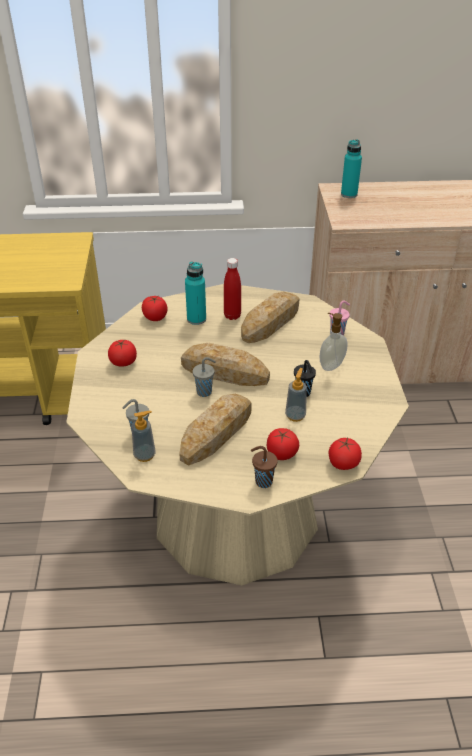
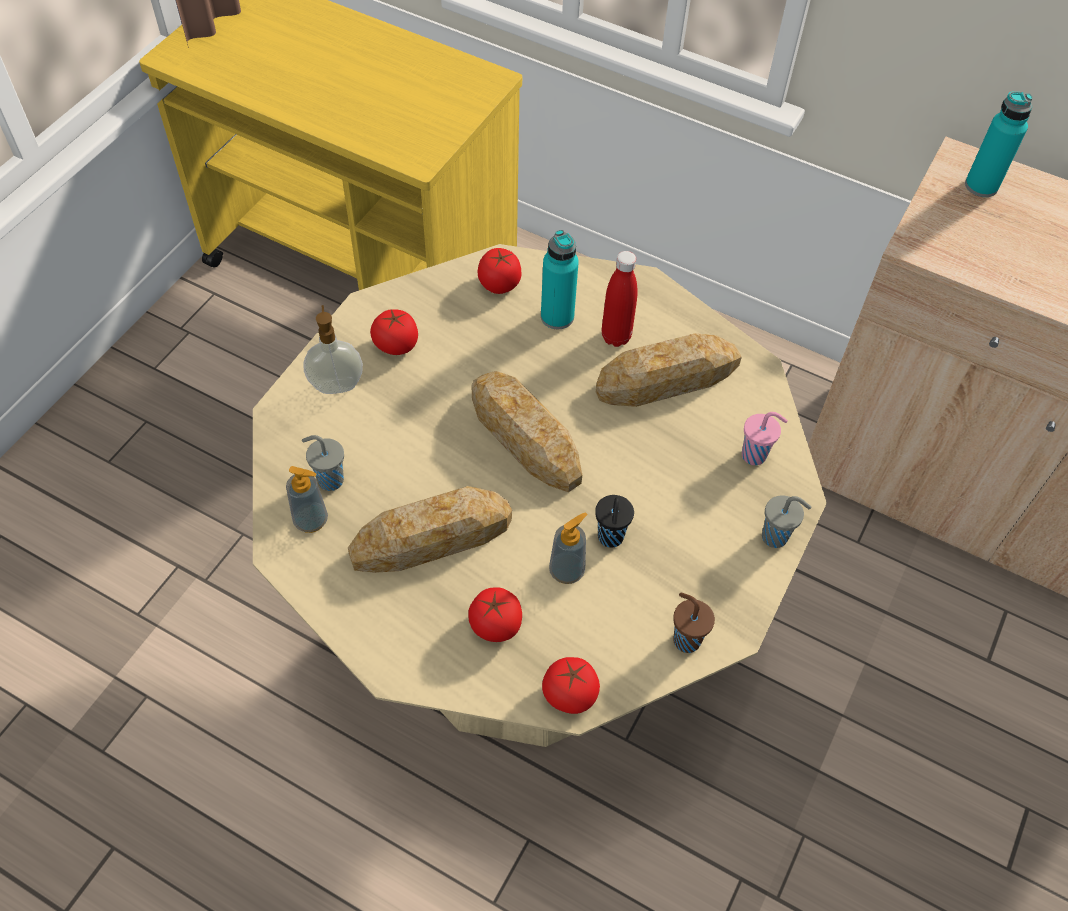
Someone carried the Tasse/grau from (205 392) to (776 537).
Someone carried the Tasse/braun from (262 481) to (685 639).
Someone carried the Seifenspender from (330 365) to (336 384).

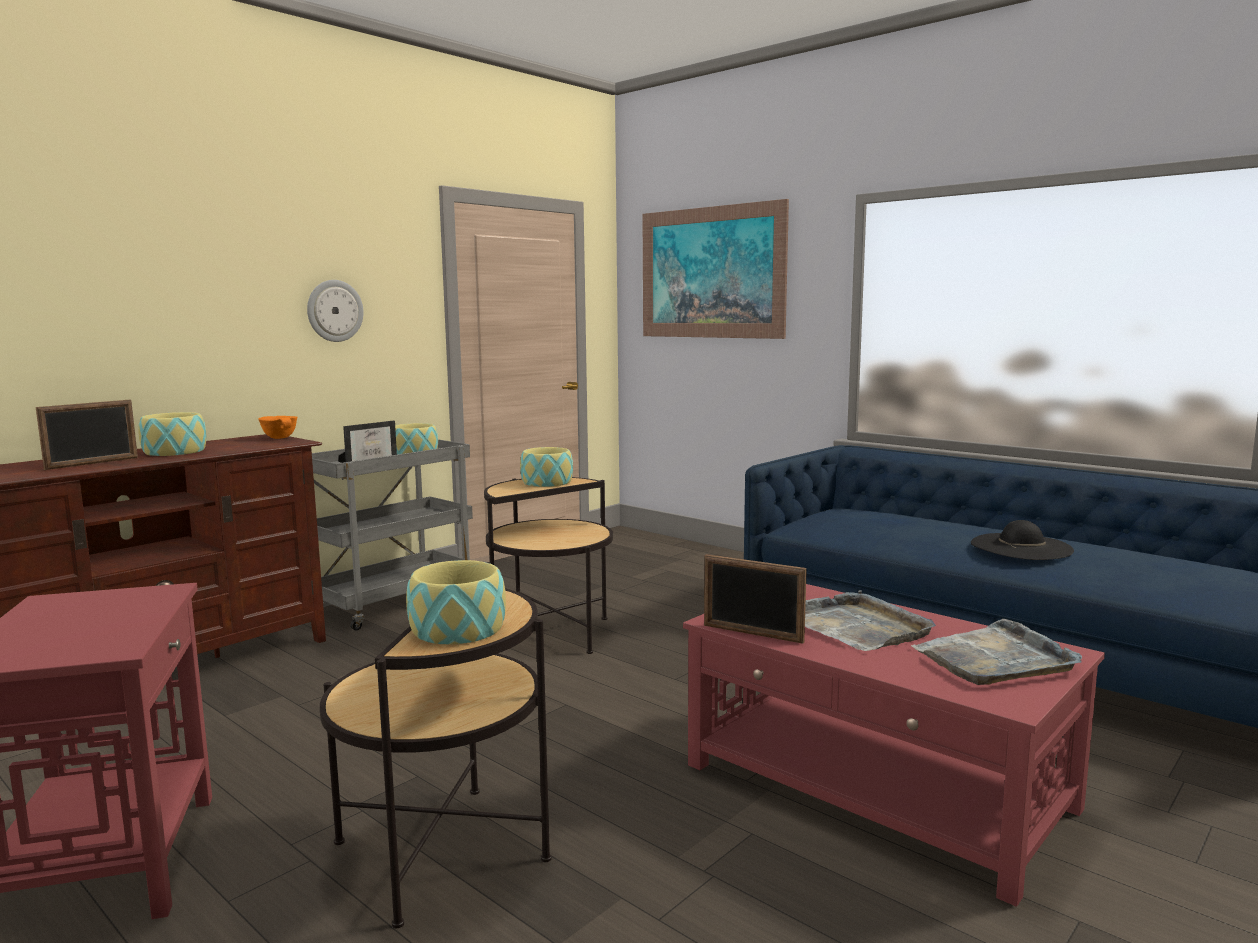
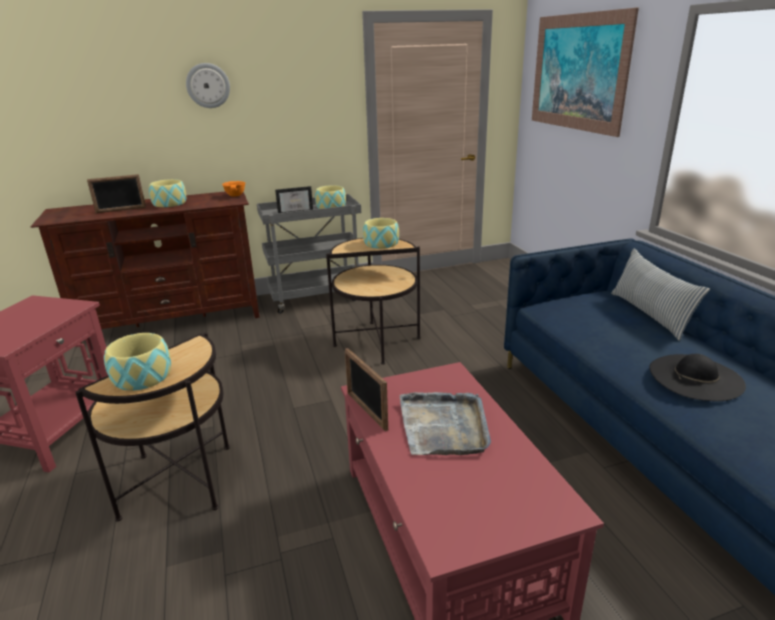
Someone took away the Tablett/grau at (994 659).
Someone put down the Kissen at (650 314).
Someone carried the Wanduhr from (334 311) to (208 85).

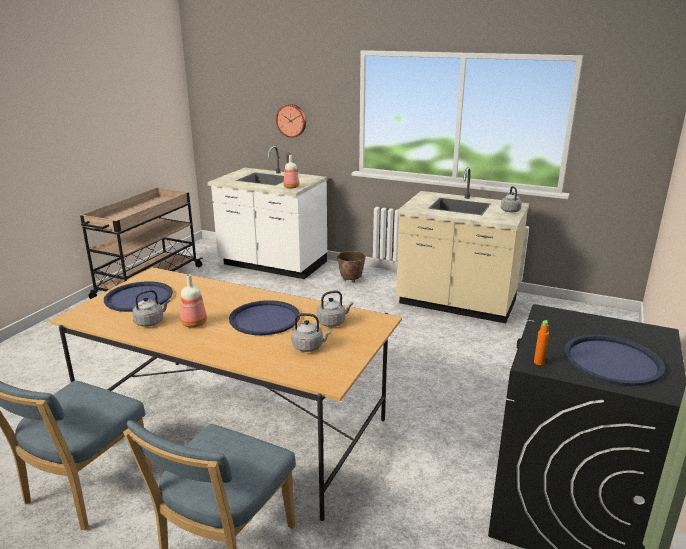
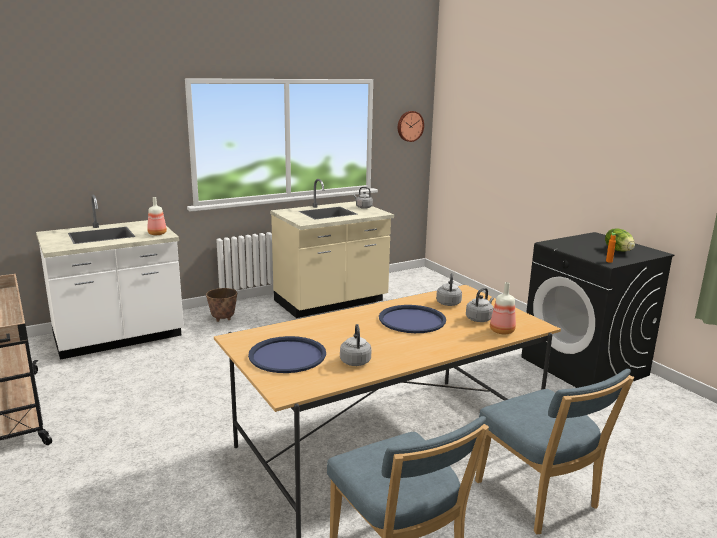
Someone carried the Flasche from (193 323) to (501 331).
Someone carried the Wanduhr from (291 120) to (409 126).
Someone swapped the Tablett/blau at (612 360) for the Salatkopf at (618 250).

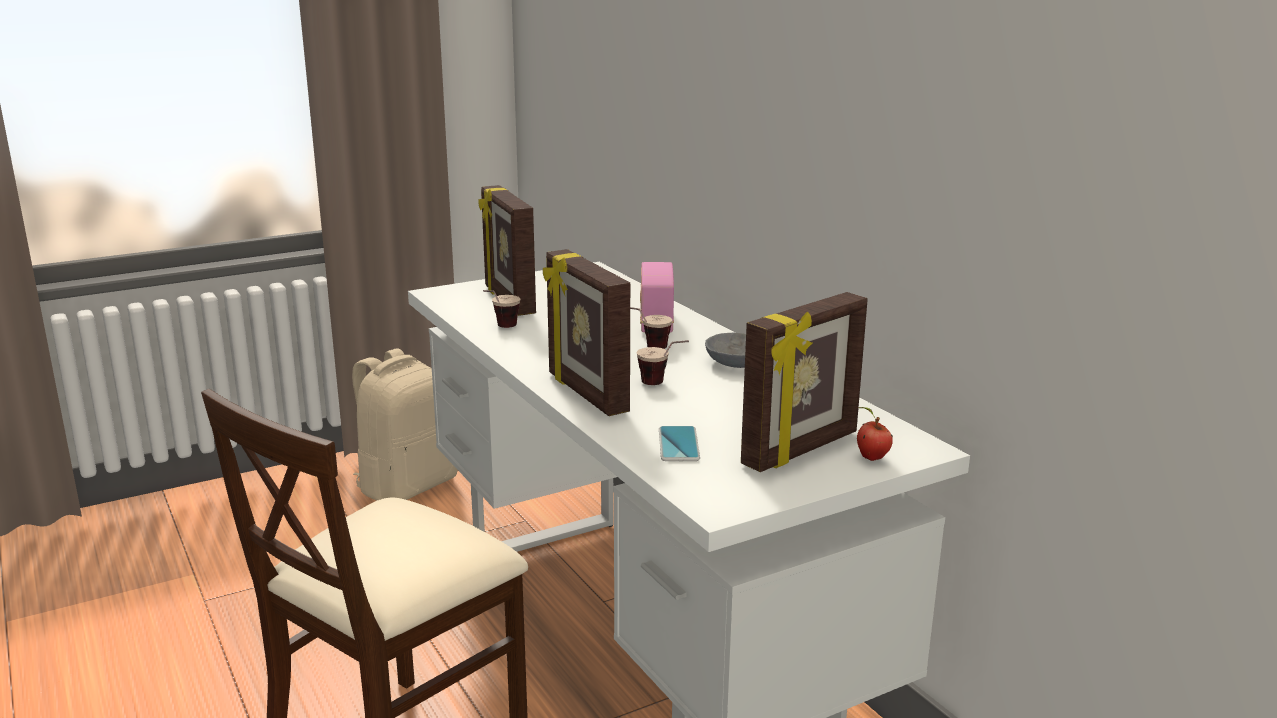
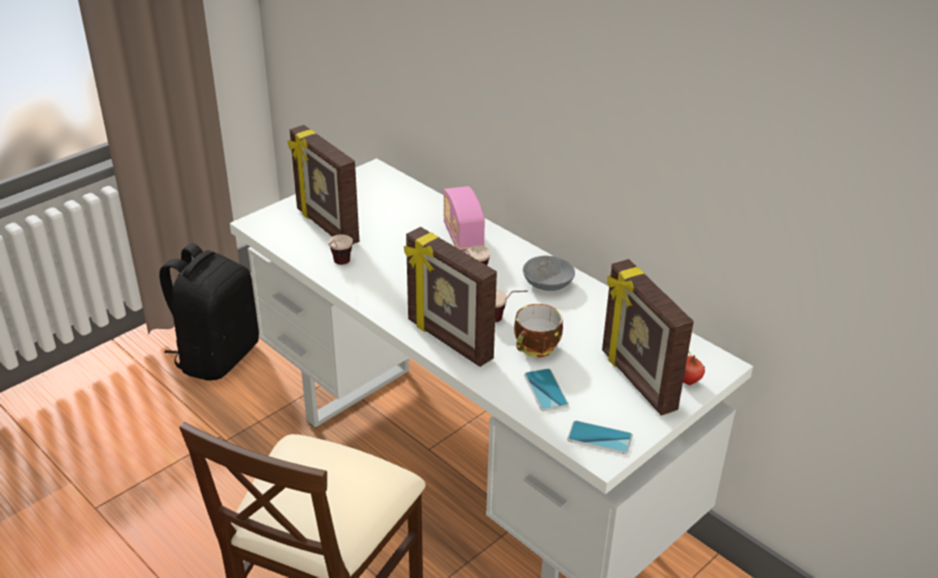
Someone put down the Tasse at (536 349).
Someone put down the Handy at (599 438).
Someone repainted the Rucksack/beige at (407 485), which became the Rucksack/schwarz at (217 356).
Someone rotated the Bilderrahmen at (802 450) by 120 degrees clockwise.

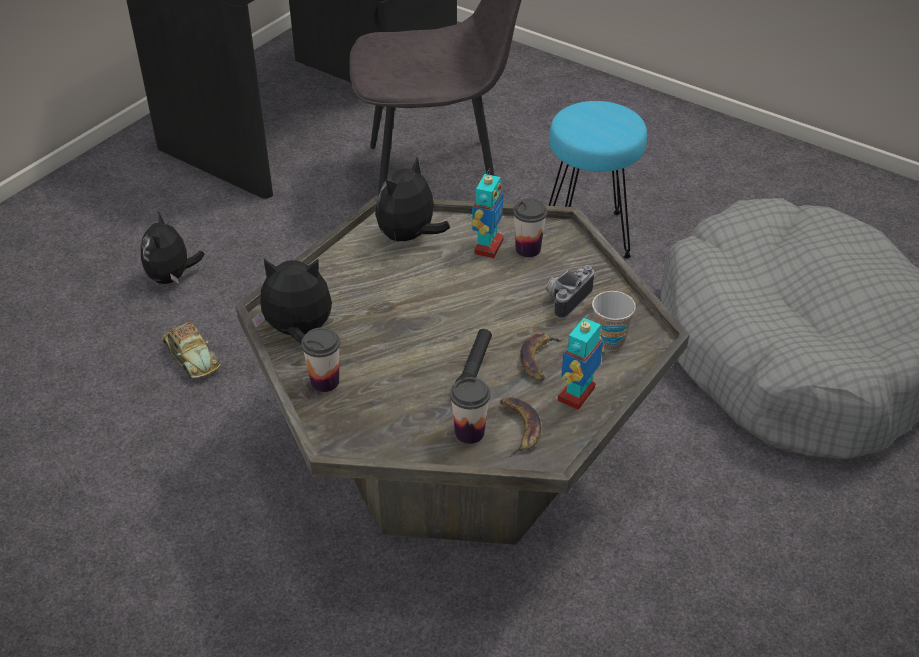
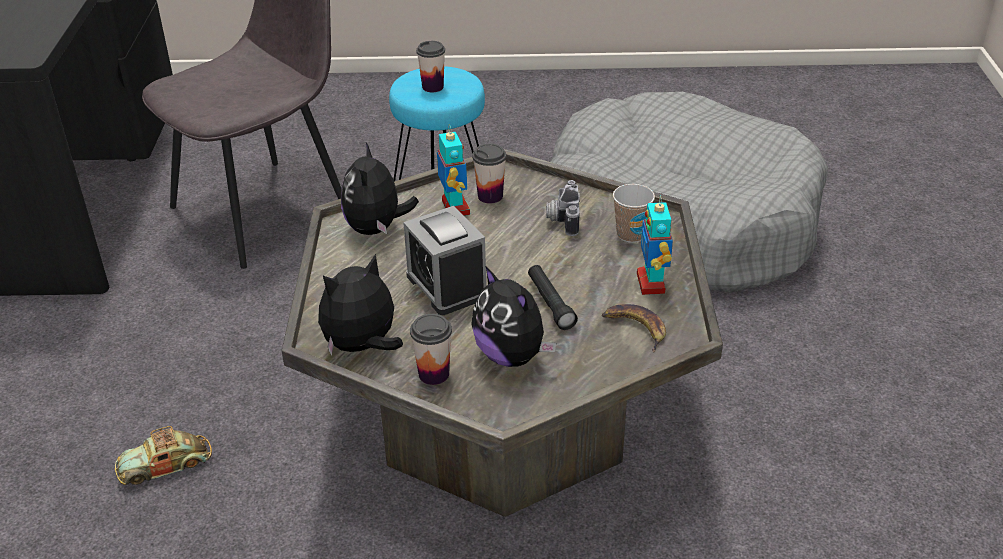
Someone took away the Banane at (539 359).
Someone put down the Wecker at (447 286).
Someone carried the Plüschtier from (172 277) to (512 355).
Someone carried the Tasse from (469 432) to (433 87).
Someone rotated the Spielzeugauto at (191 356) by 135 degrees clockwise.

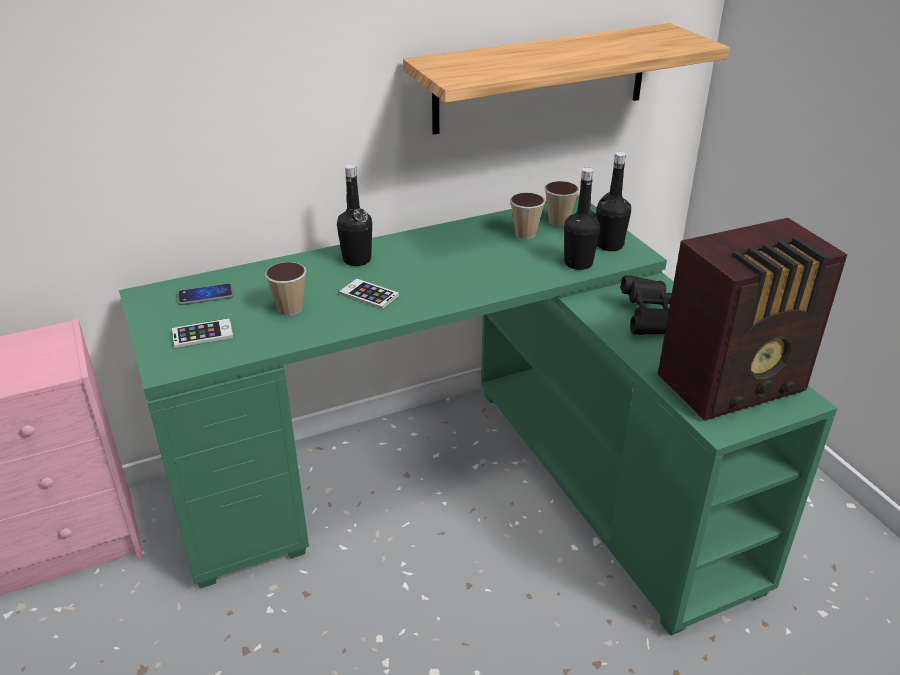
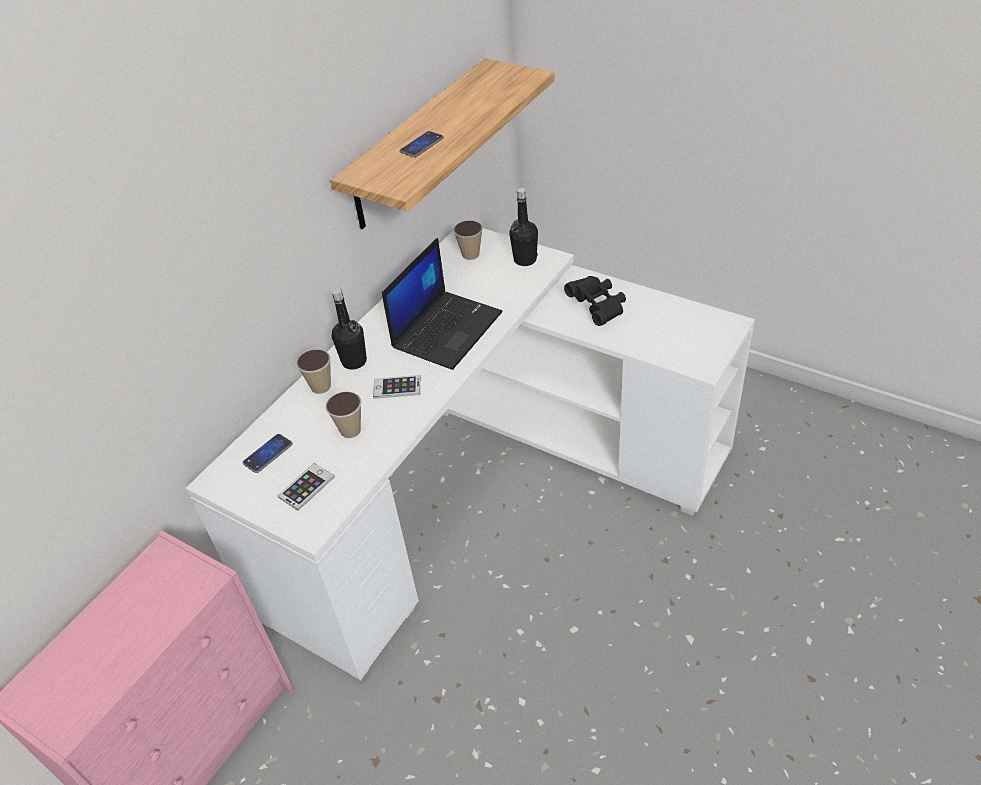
Someone took away the Flasche/schwarz at (578 263).
Someone took away the Radio at (735 385).
Someone put down the Laptop at (447 329).
Someone put down the Handy at (422 145).
Someone carried the Tasse from (525 234) to (321 387).
Someone repainted the Schreibtisch/grün at (469 482), which became the Schreibtisch/weiß at (484 486).

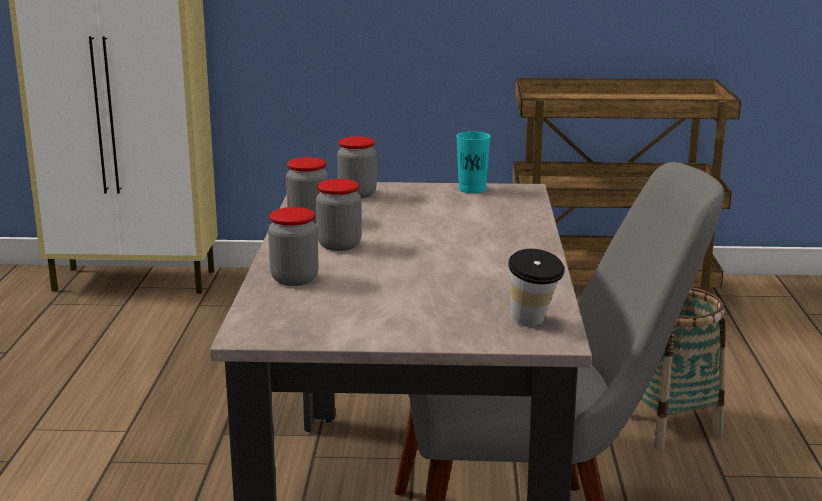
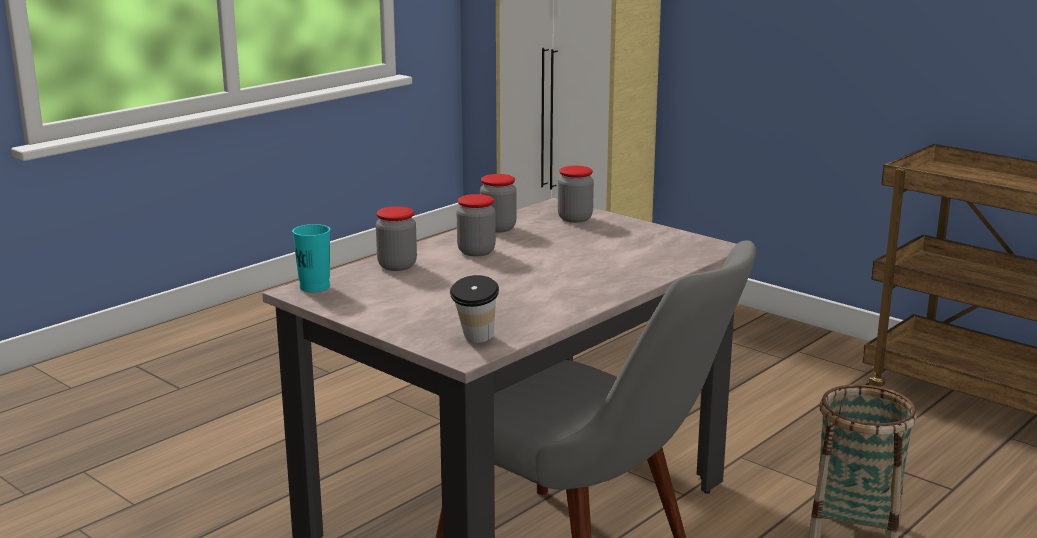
Someone carried the Tasse/türkis from (472 189) to (314 287).

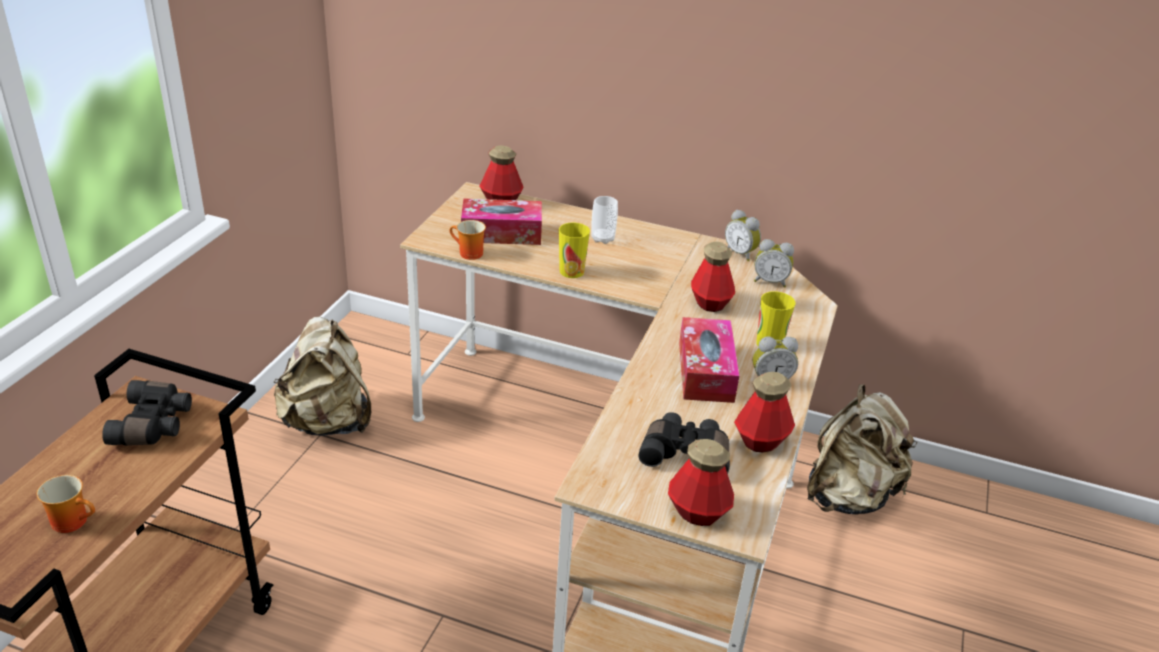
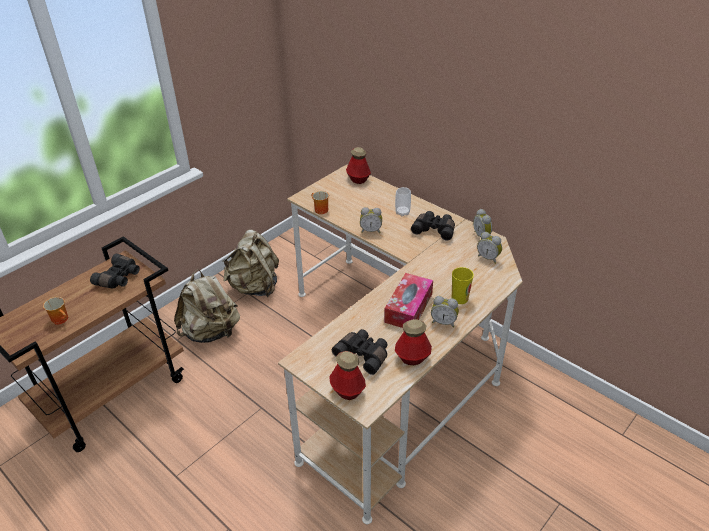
Someone took away the Taschentuchbox at (501 233).
Someone took away the Flasche at (710 303).
Someone put down the Fernglas/schwarz at (434 230).
Someone carried the Rucksack/beige from (849 495) to (211 332).
Someone swapped the Tasse at (571 271) for the Wecker at (371 230).

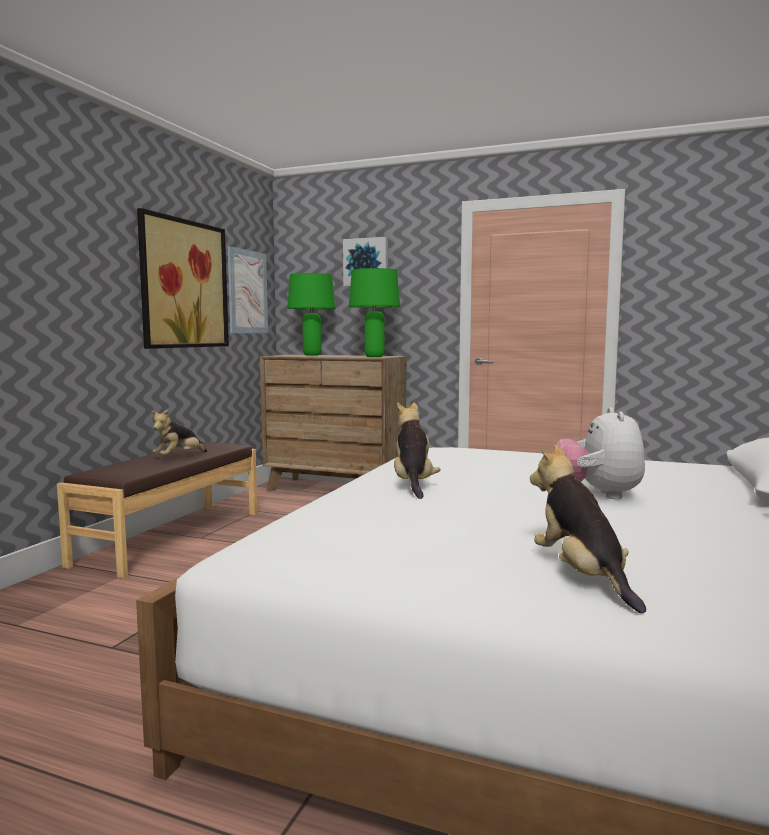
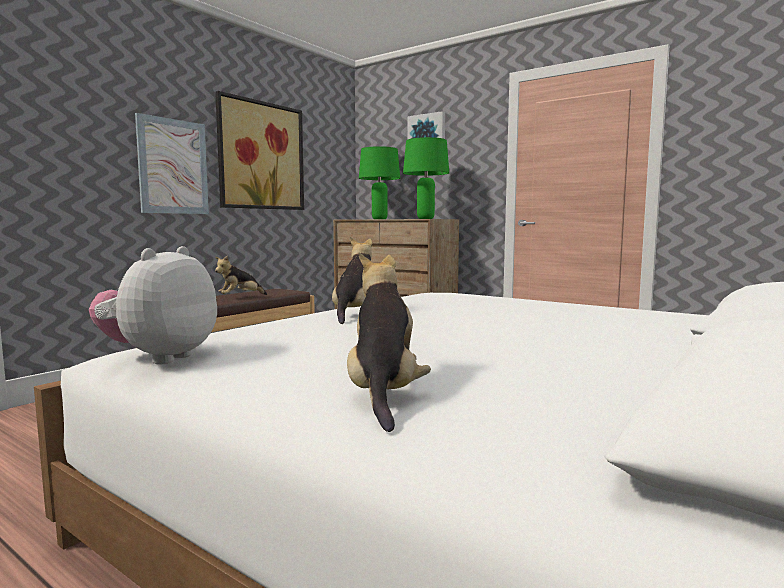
Someone carried the Bild from (247 292) to (173 166).
Someone carried the Plüschtier from (598 495) to (159 358).

